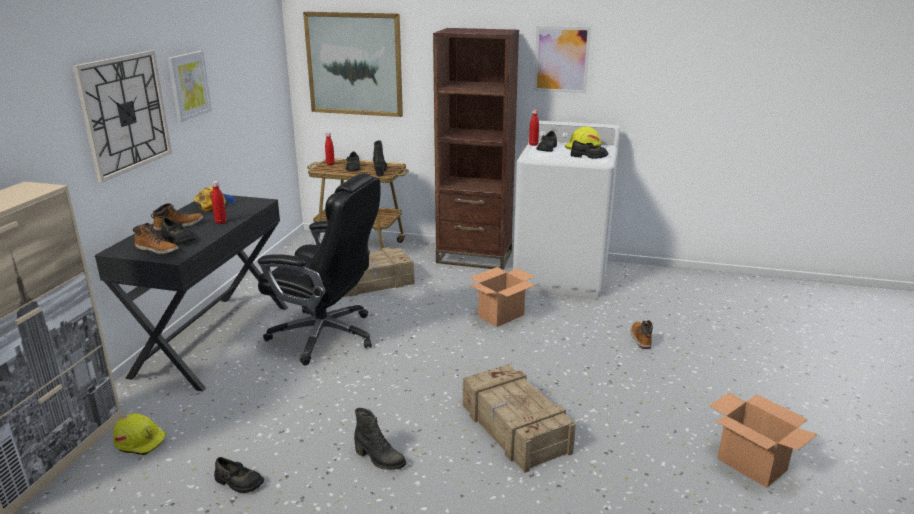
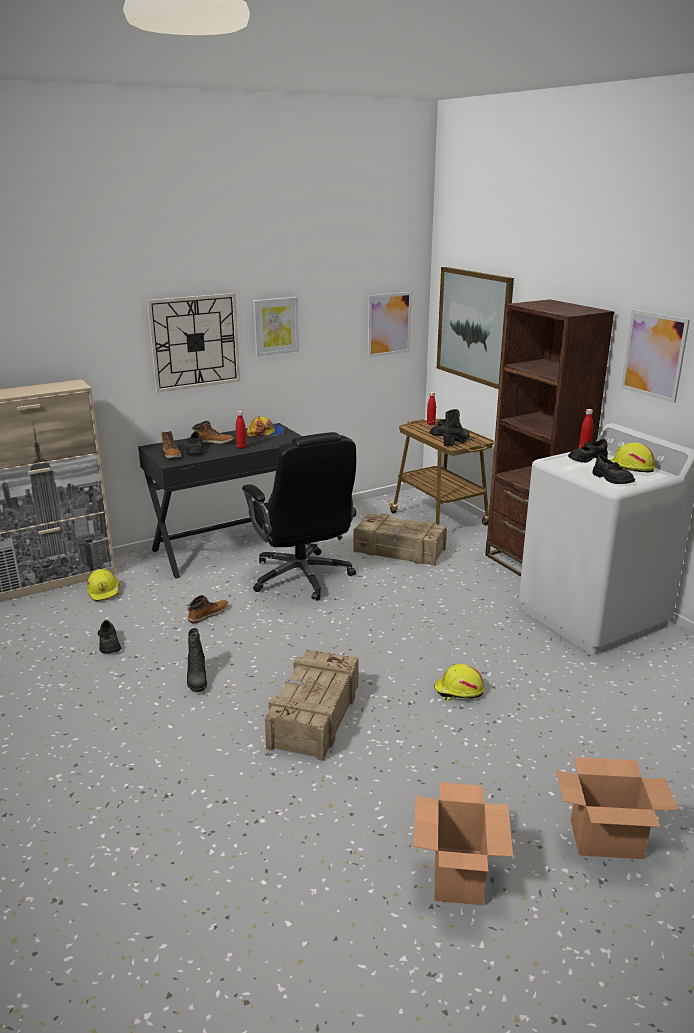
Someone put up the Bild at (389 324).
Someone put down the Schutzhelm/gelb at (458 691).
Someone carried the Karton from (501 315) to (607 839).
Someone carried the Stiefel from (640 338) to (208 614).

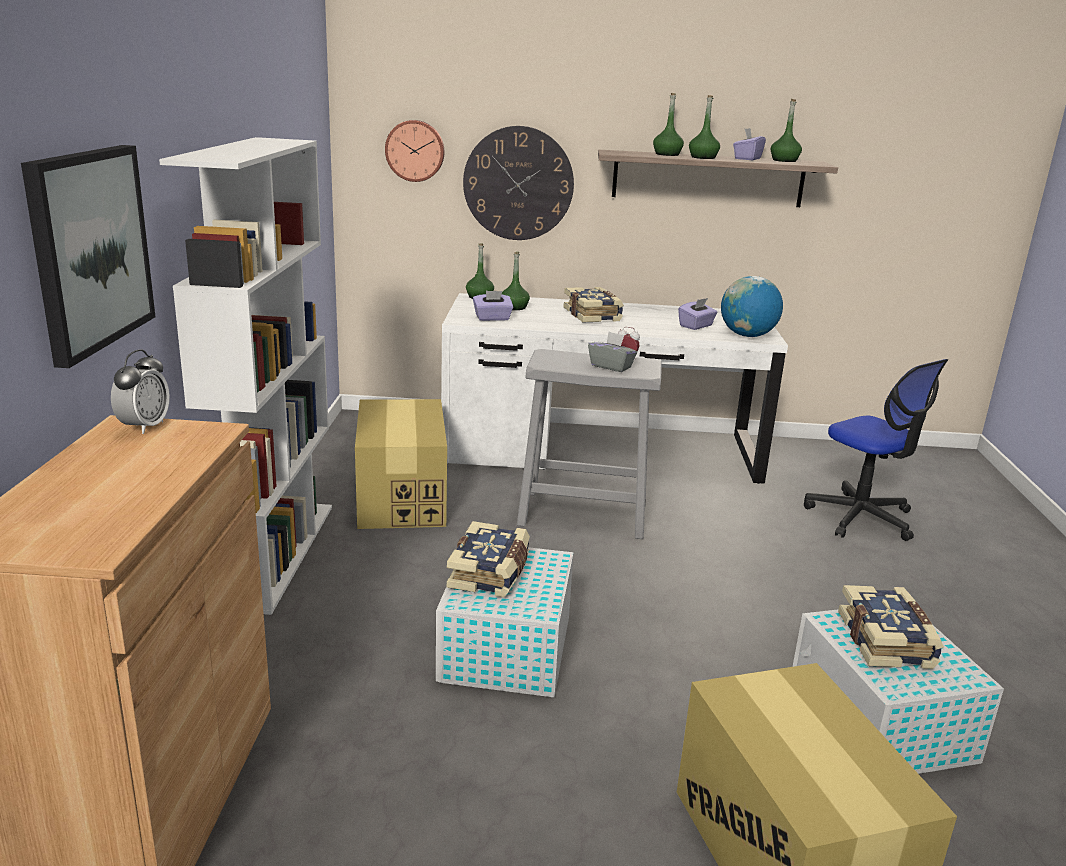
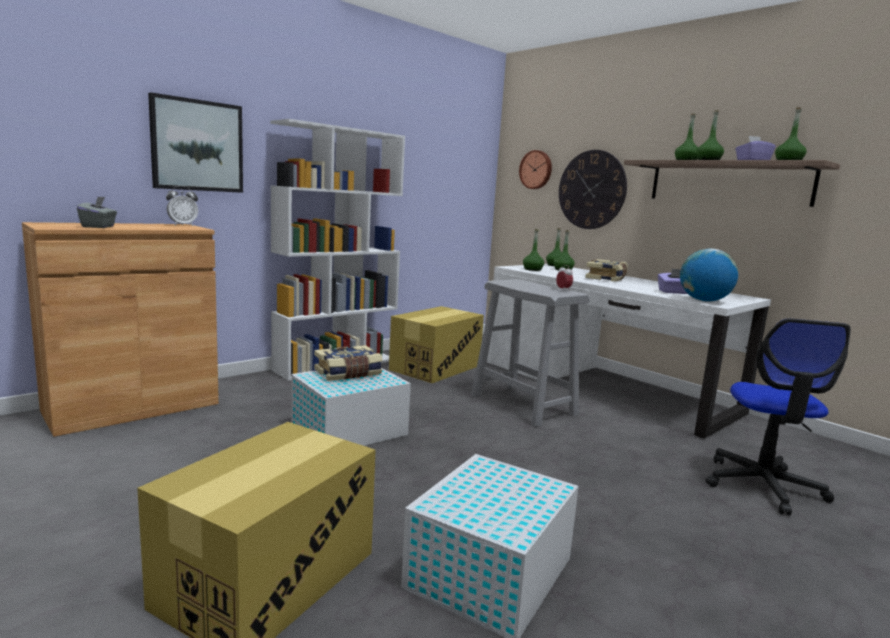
Someone took away the Buch at (887 641).
Someone carried the Taschentuchbox/grau from (611 366) to (99 227).
Someone swapped the Taschentuchbox/lila at (492 318) for the Flasche/grün at (532 269).

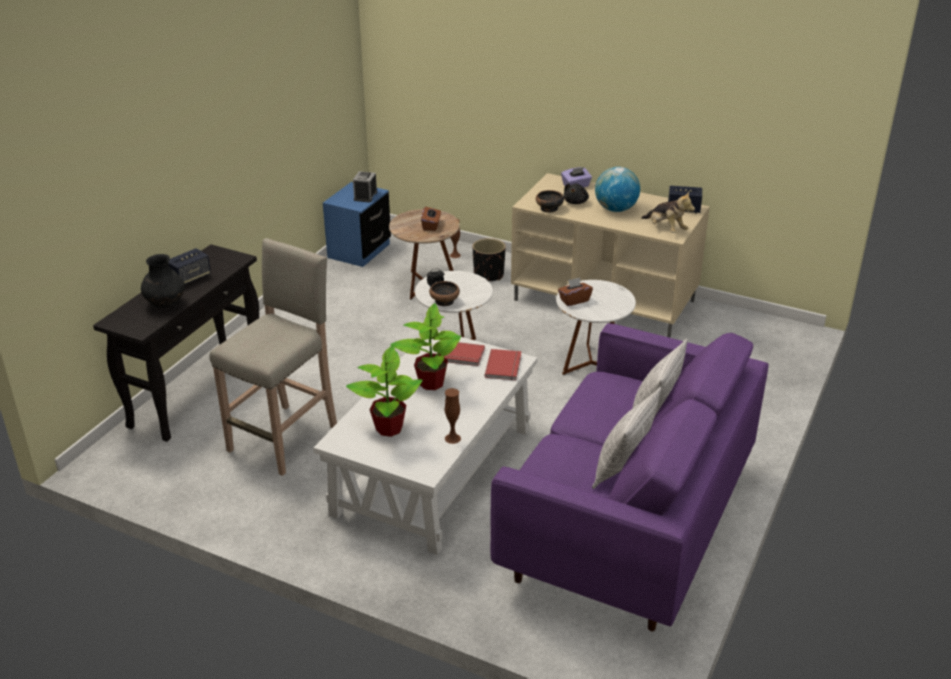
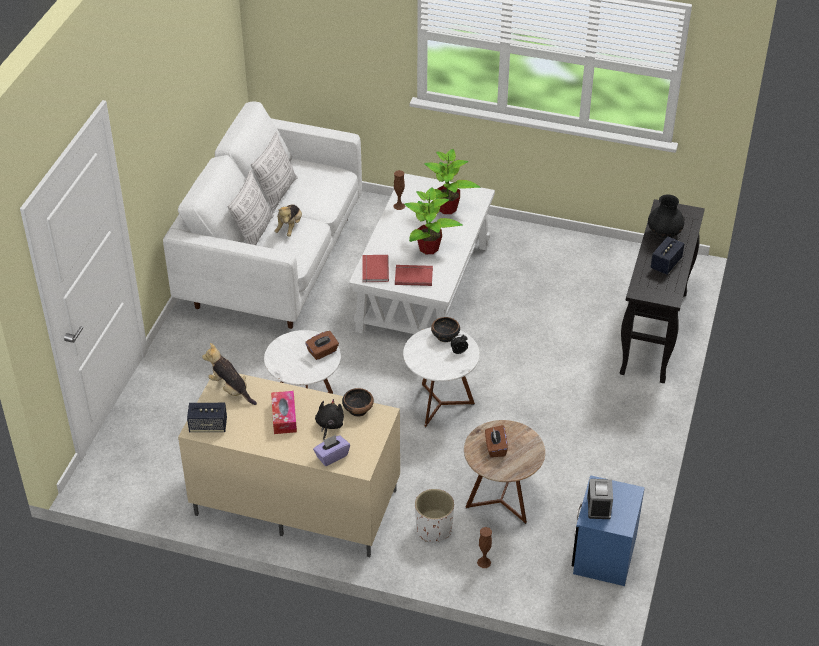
Someone took away the Hocker/beige at (285 437).
Someone put down the Plüschtier at (289 227).
Someone swapped the Globus at (615 209) for the Taschentuchbox at (284 417).
Someone repainted the Pflanzkübel/schwarz at (489 275), which became the Pflanzkübel/weiß at (433 529).
Someone repainted the Sofa/lila at (626 526), which became the Sofa/weiß at (273 262).

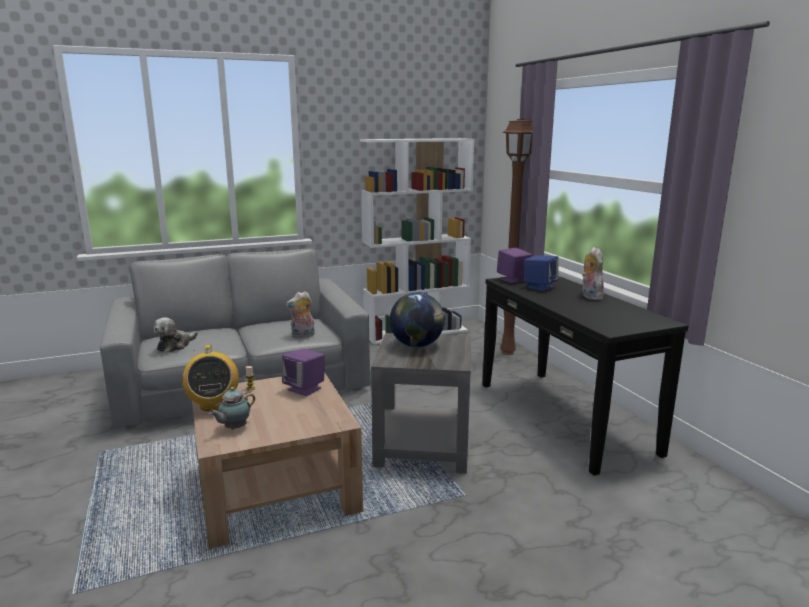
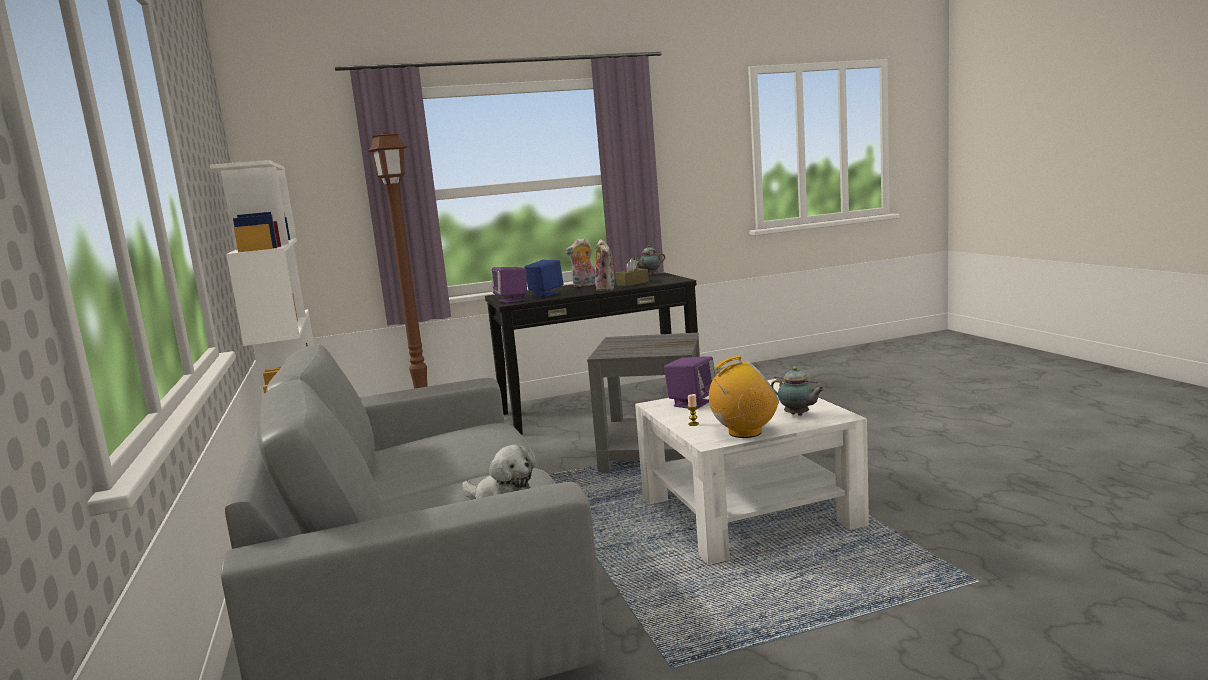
Someone took away the Globus at (417 345).
Someone put down the Taschentuchbox/braun at (632 283).
Someone put down the Teekanne at (649 275).
Someone carried the Plüschtier from (302 335) to (607 289).
Someone repainted the Couchtisch/braun at (276 488), which became the Couchtisch/weiß at (748 511).

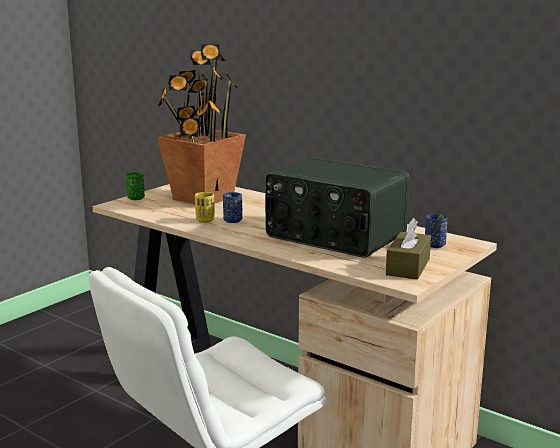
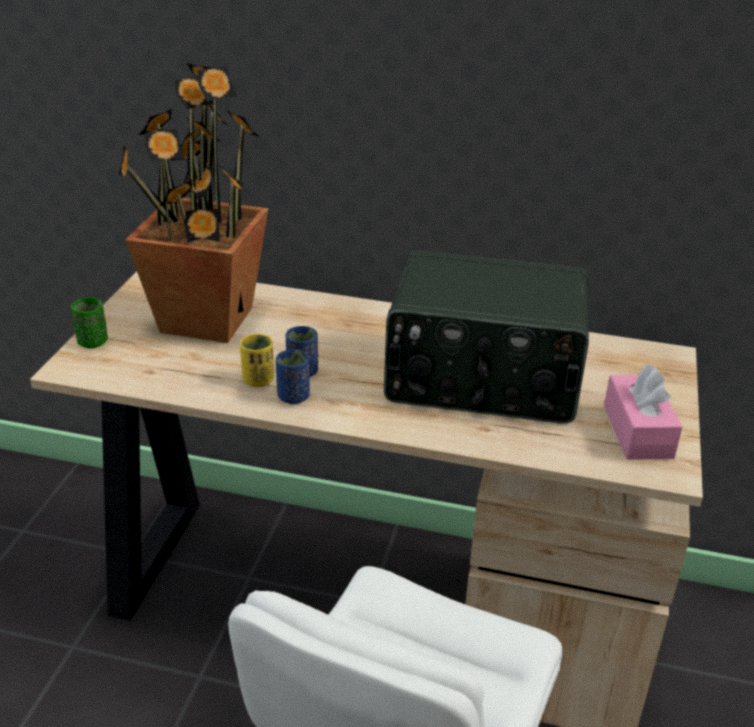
Someone carried the Tasse/blau from (434 245) to (293 397).
Someone repainted the Taschentuchbox/braun at (408 267), which became the Taschentuchbox/rosa at (637 431).

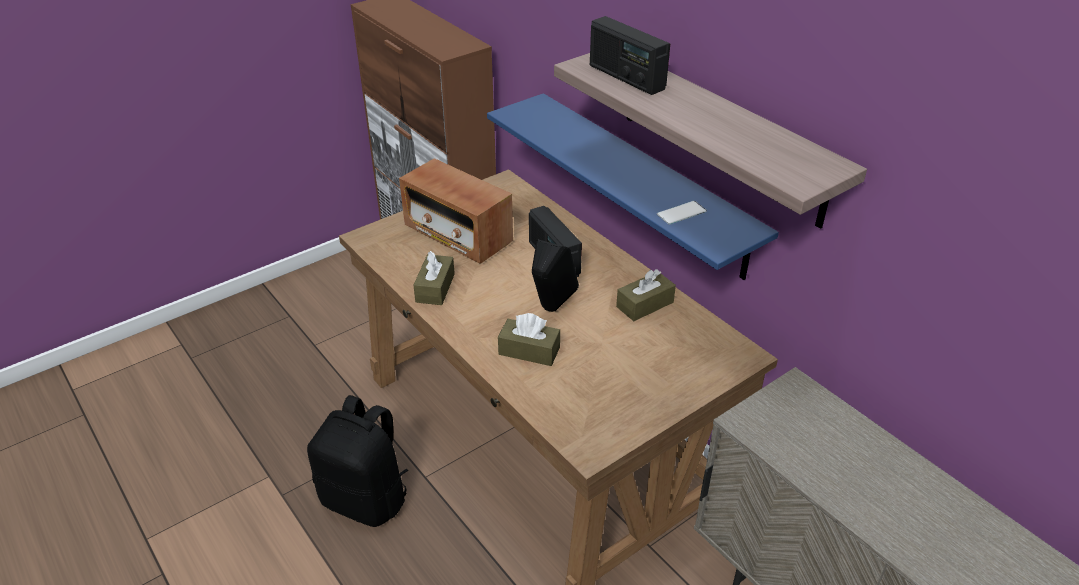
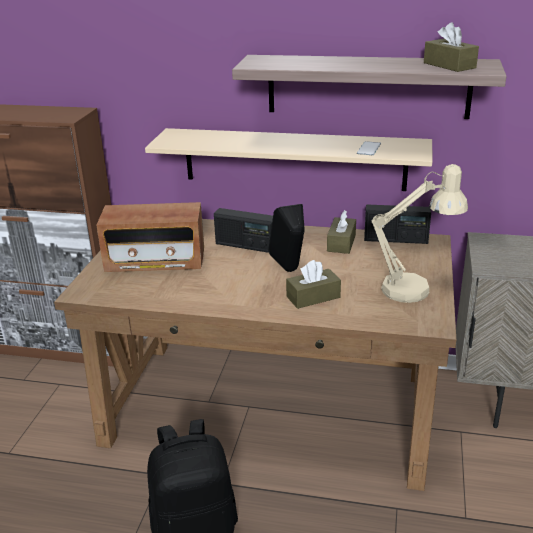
Someone put down the Tischlampe/beige at (415 289).
Someone carried the Taschentuchbox/braun from (435 288) to (449 65).
Someone carried the Radio from (626 77) to (395 239).
Someone repainted the Wandregal/blau at (644 183), which became the Wandregal/beige at (294 159).

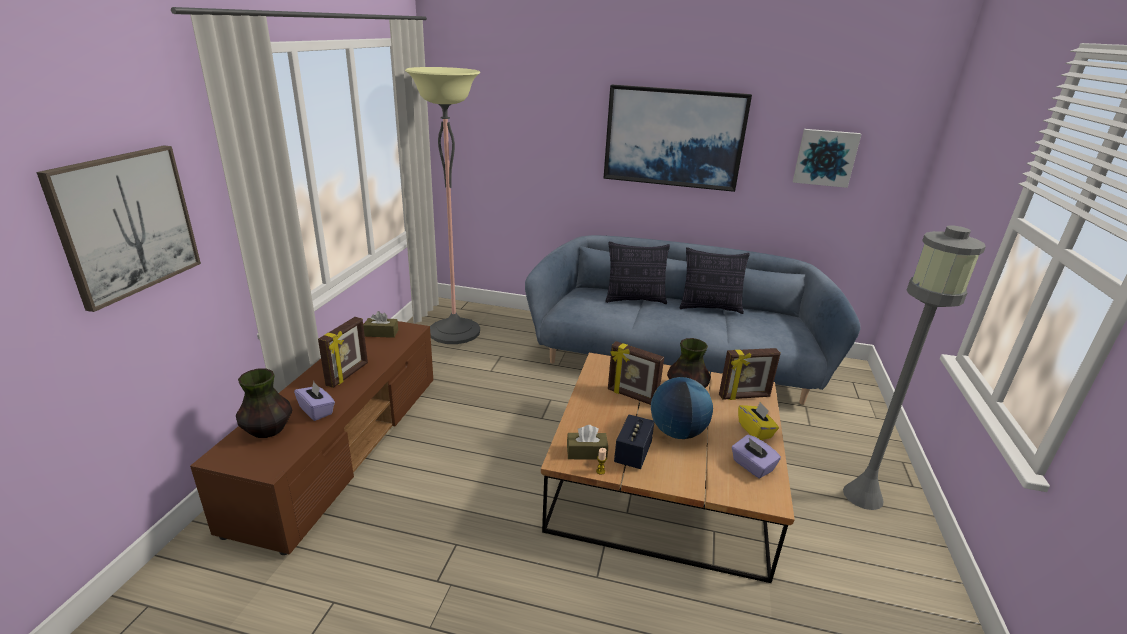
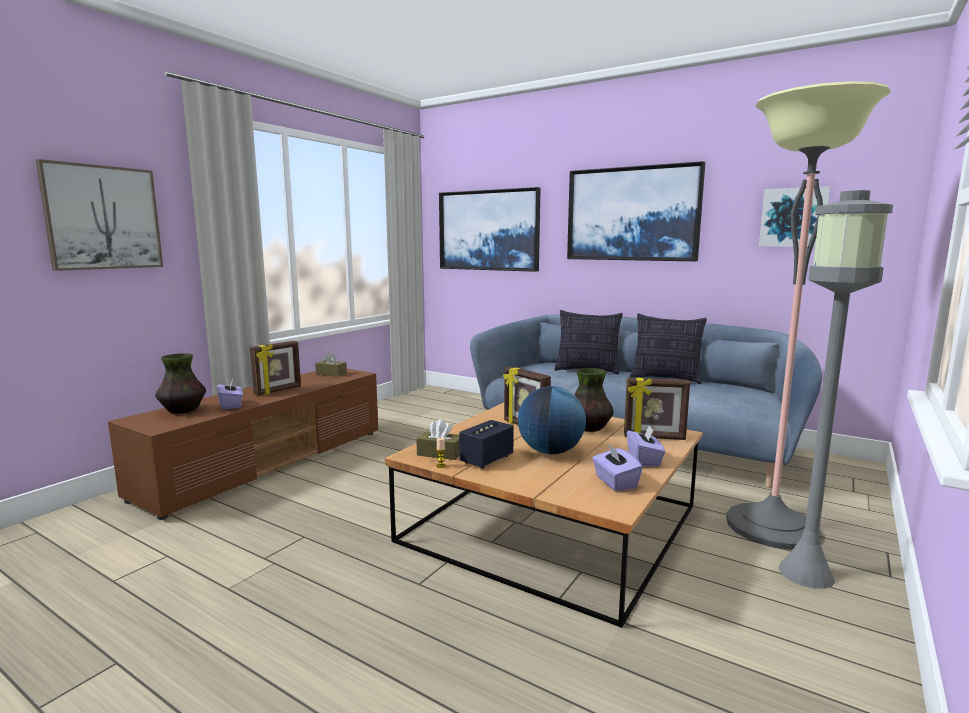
Someone put up the Bild at (489 230).
Someone carried the Stehlampe from (454 331) to (771 527).
Someone repainted the Taschentuchbox/gelb at (755 430), which became the Taschentuchbox/lila at (644 460).

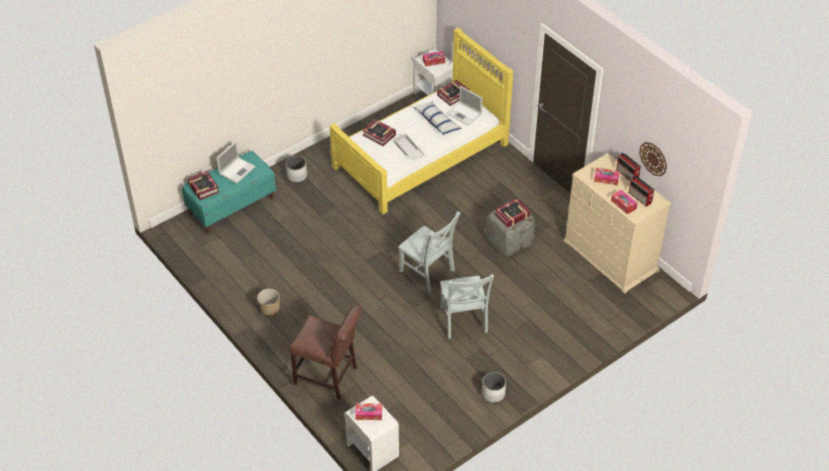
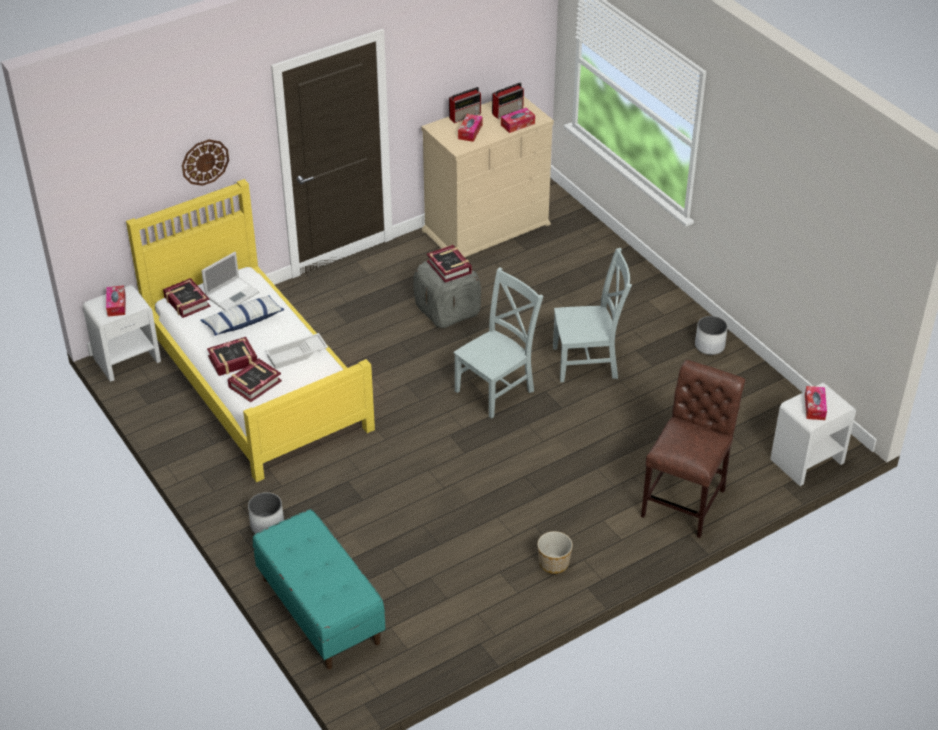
Someone took away the Laptop at (237 170).
Someone carried the Buch from (203 188) to (233 360).
Someone carried the Wanduhr from (653 158) to (205 162).

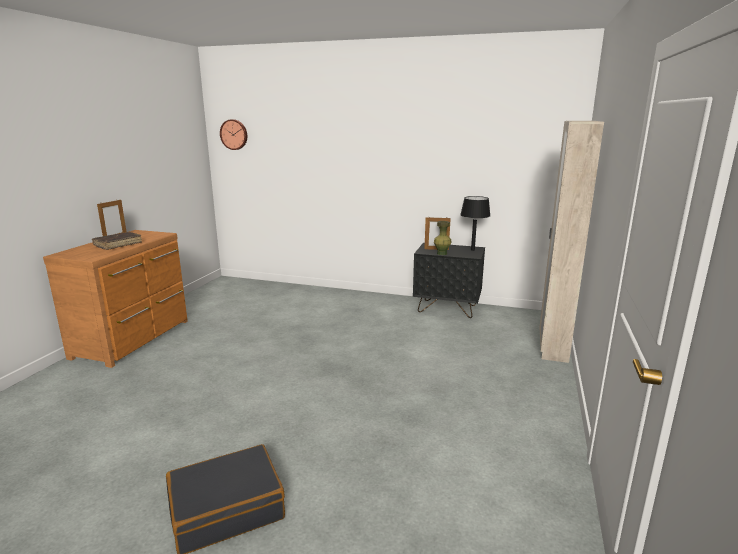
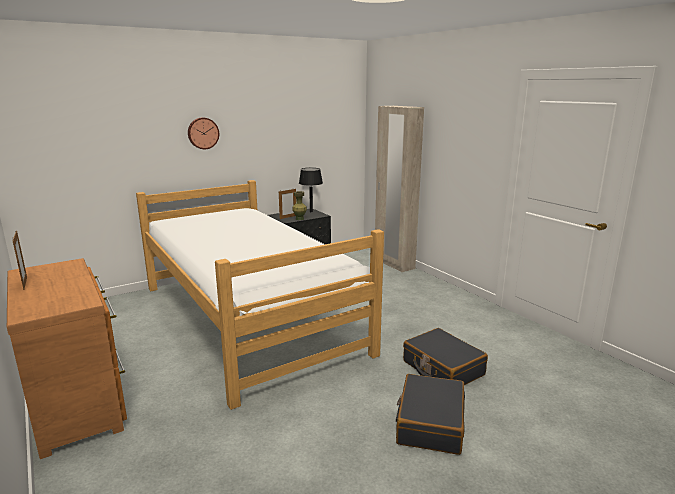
Someone took away the Buch/braun at (118 245).
Someone put down the Bett at (248 317).
Someone put down the Koffer/schwarz at (442 368).
Someone carried the Wanduhr from (234 134) to (203 133).

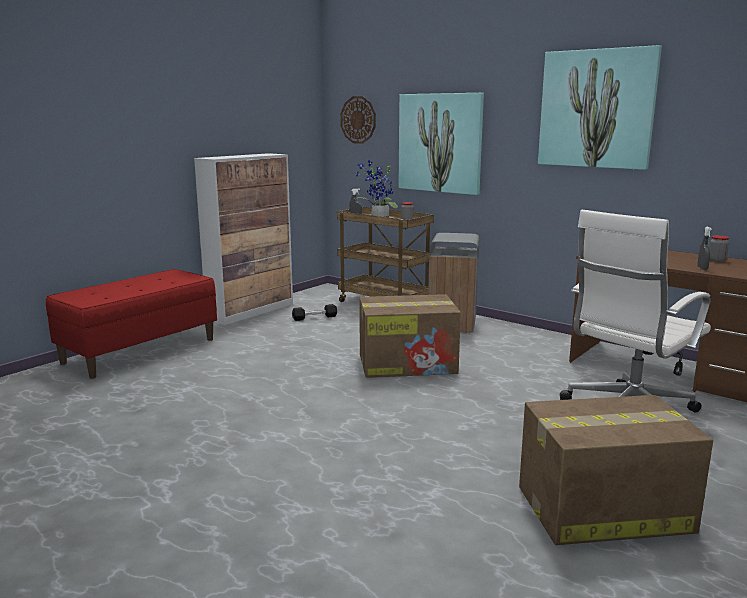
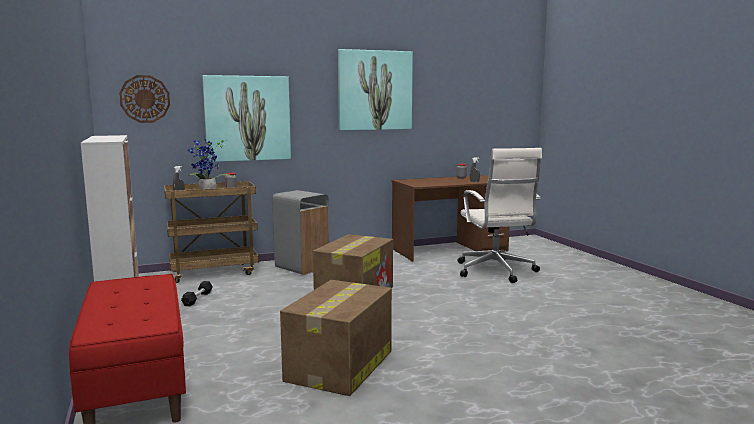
Someone carried the Karton from (601 509) to (339 366).

